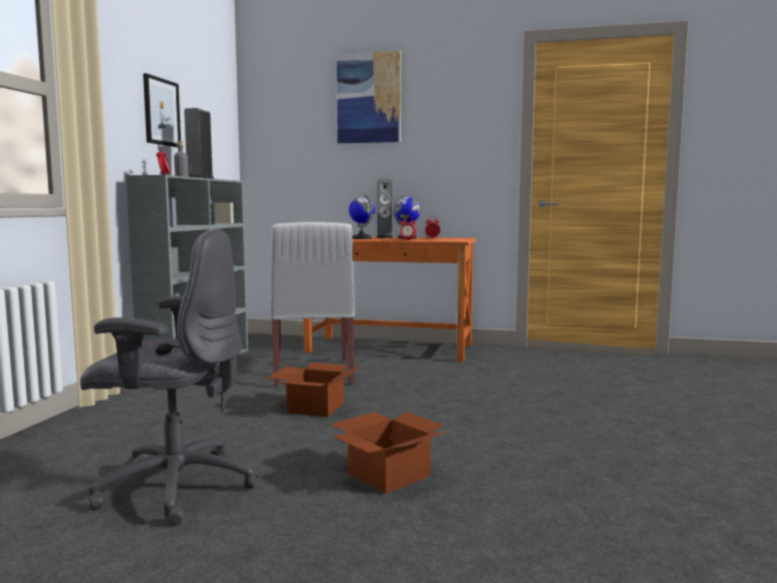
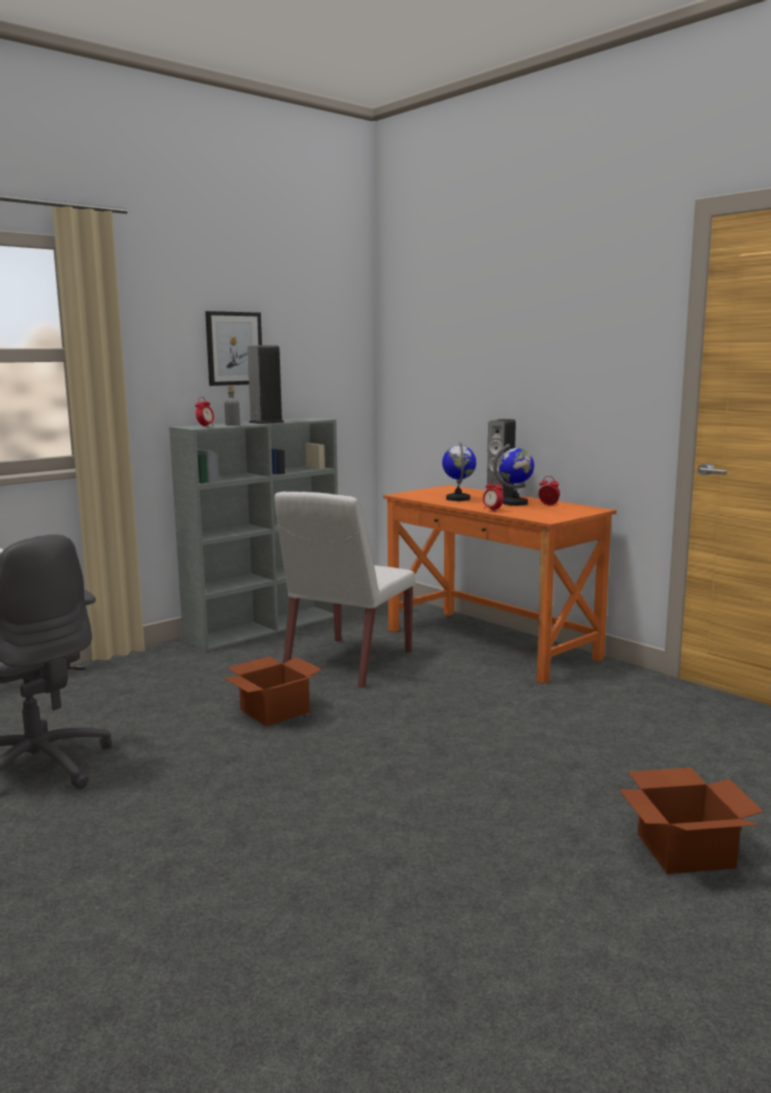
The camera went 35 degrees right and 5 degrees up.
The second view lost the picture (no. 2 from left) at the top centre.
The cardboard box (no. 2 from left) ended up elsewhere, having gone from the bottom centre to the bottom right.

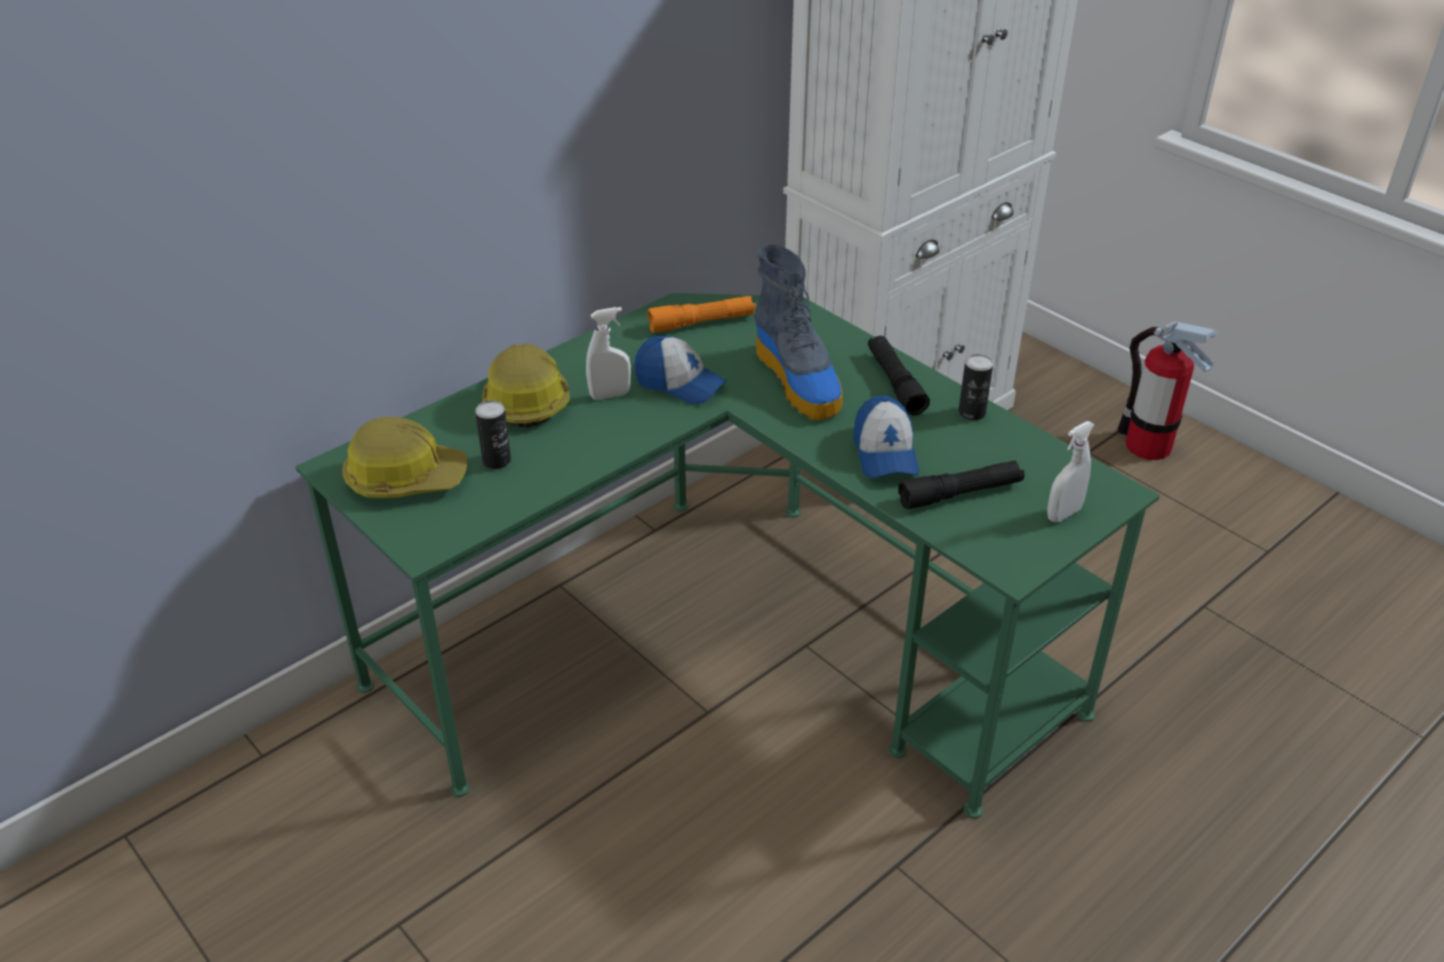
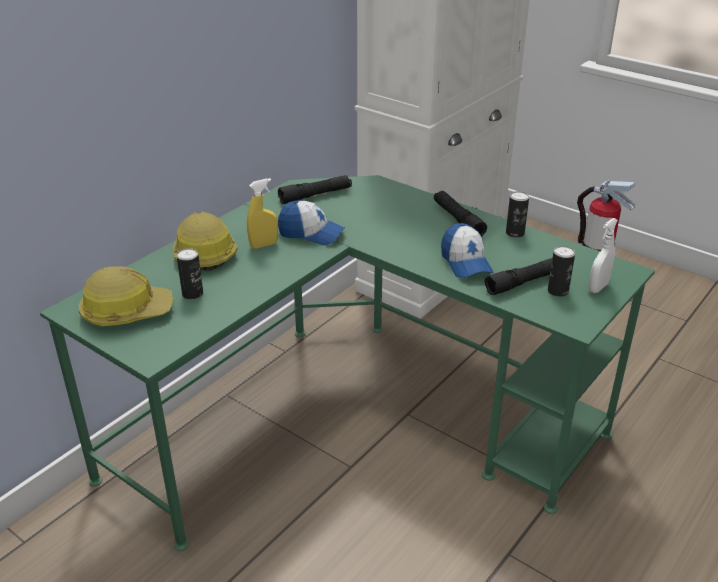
The camera went 10 degrees left and 5 degrees down.
The second view lost the boot at the centre.
The second view gained the can (no. 3 from left) at the middle right.
What was the white spray bottle (no. 1 from left) at the centre turned into the yellow spray bottle at the centre.
What was the orange flashlight at the top centre turned into the black flashlight (no. 1 from left) at the top centre.

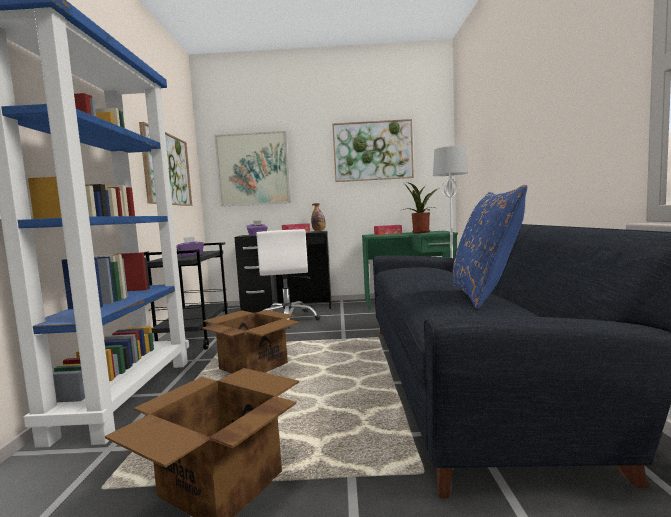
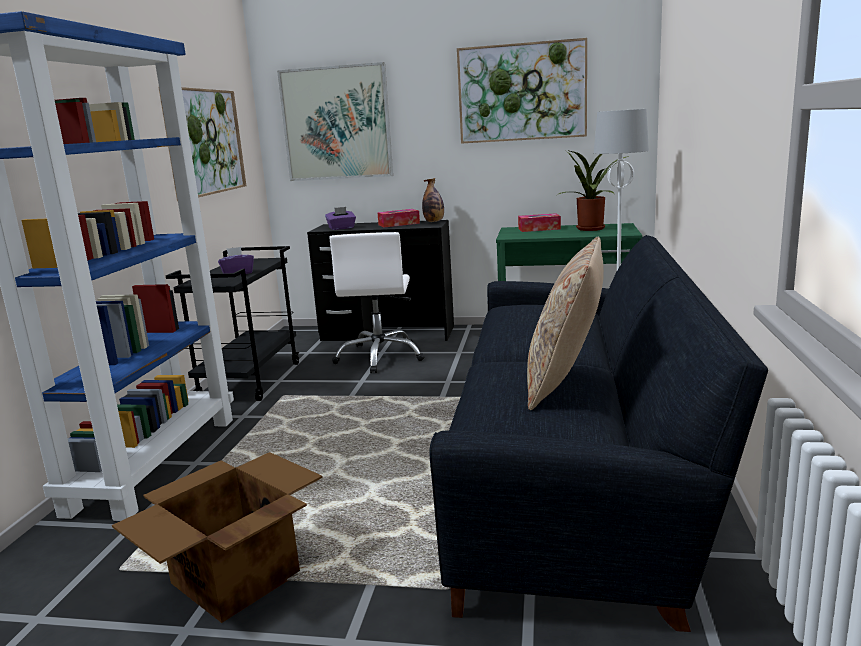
The camera went 10 degrees right and 10 degrees up.
The second view lost the cardboard box (no. 2 from left) at the centre.
What was the blue pillow at the middle right turned into the beige pillow at the centre.

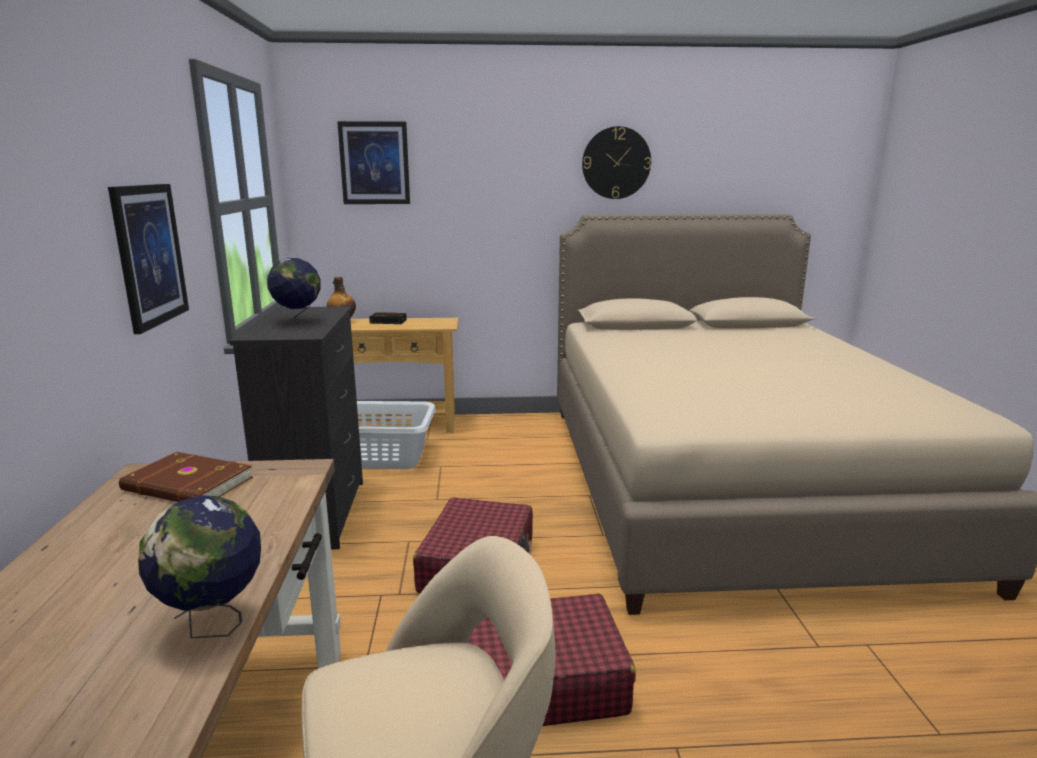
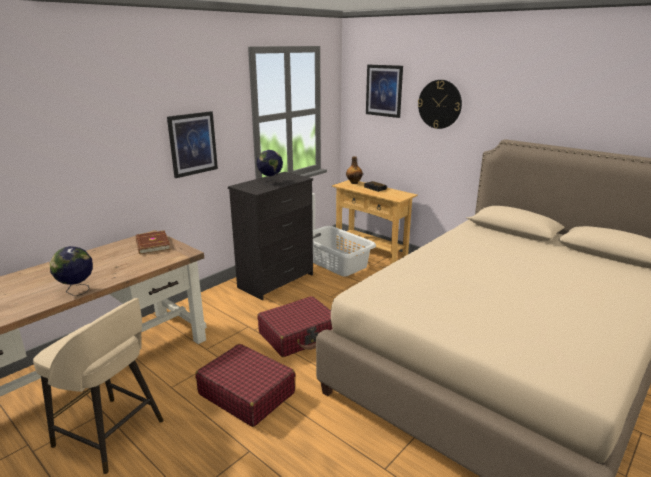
The camera went 45 degrees right and 5 degrees up.
The wall clock ended up elsewhere, having gone from the top centre to the top right.

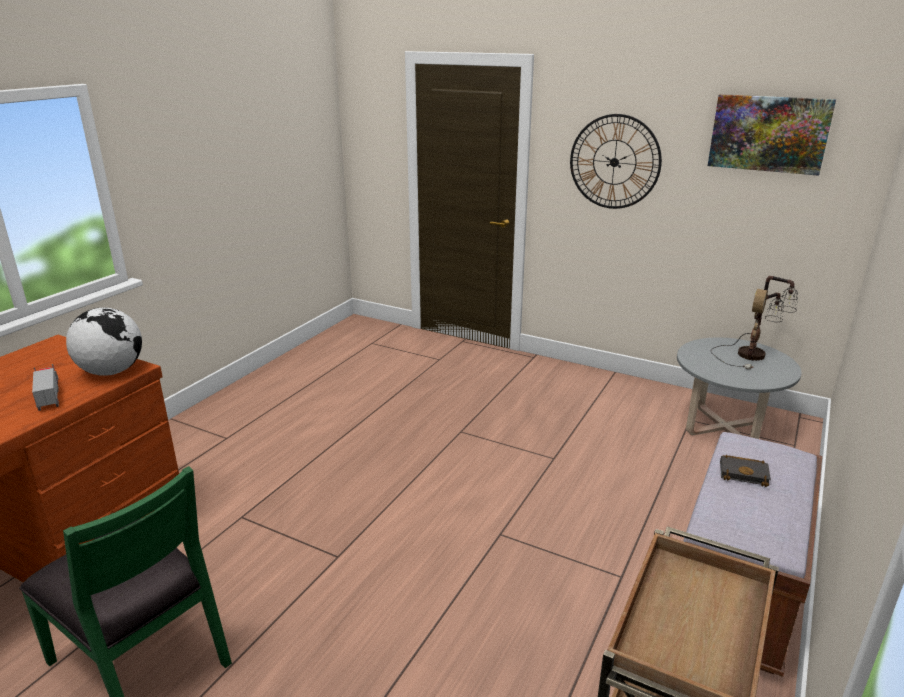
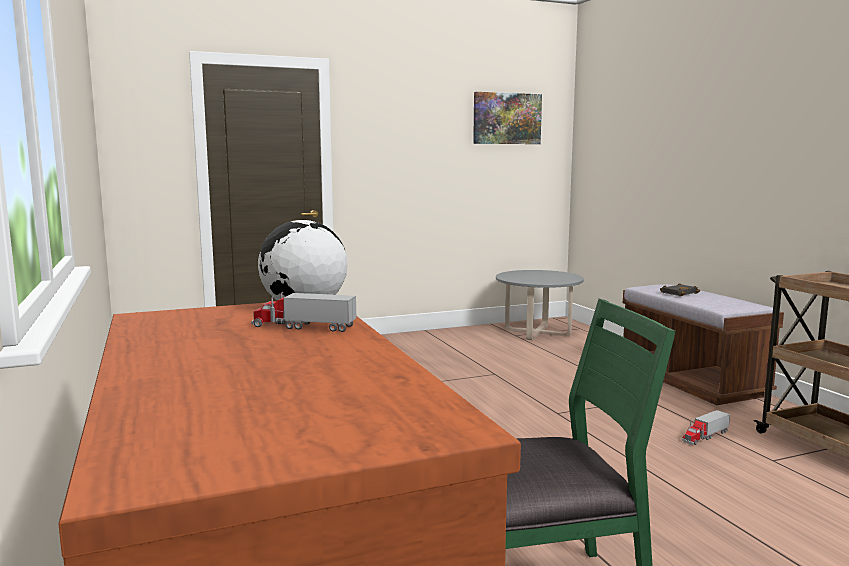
The camera went 50 degrees left and 15 degrees down.
The second view lost the wall clock at the top right.
The second view lost the table lamp at the middle right.
The second view gained the toy truck (no. 2 from left) at the bottom right.

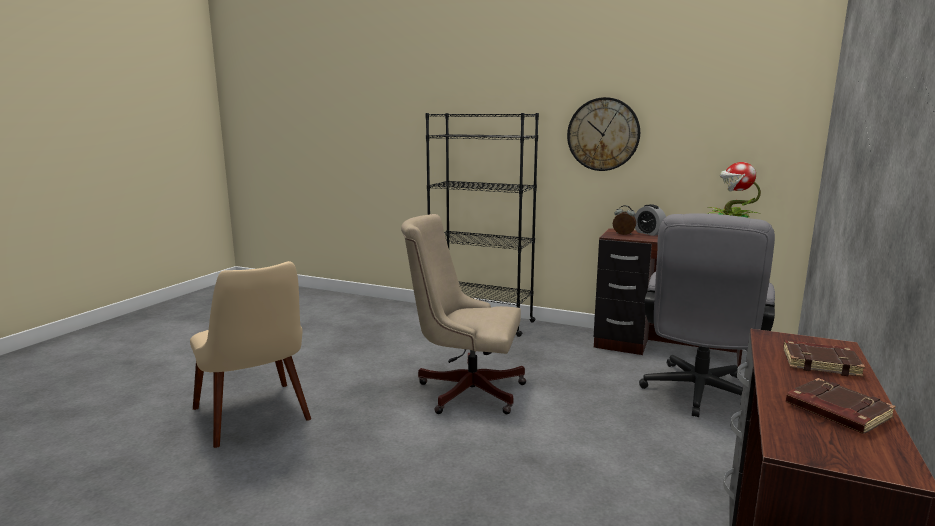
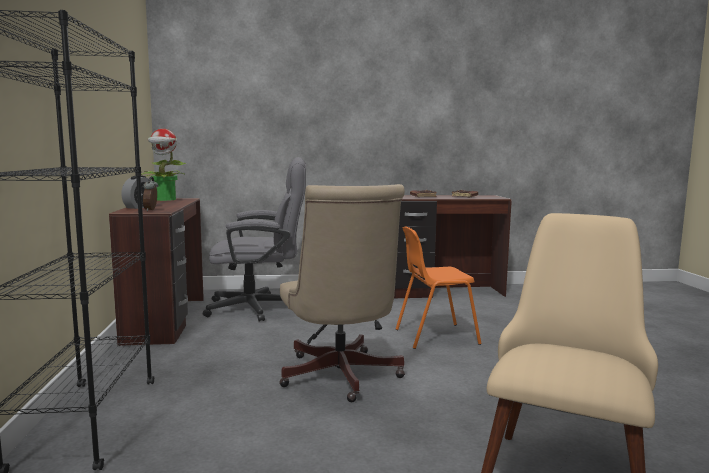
The camera went 120 degrees left and 5 degrees down.
The second view lost the wall clock at the top centre.
The second view gained the orange chair at the centre.

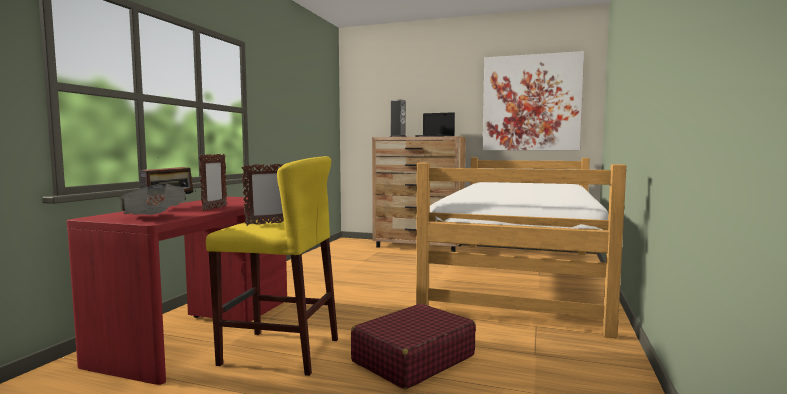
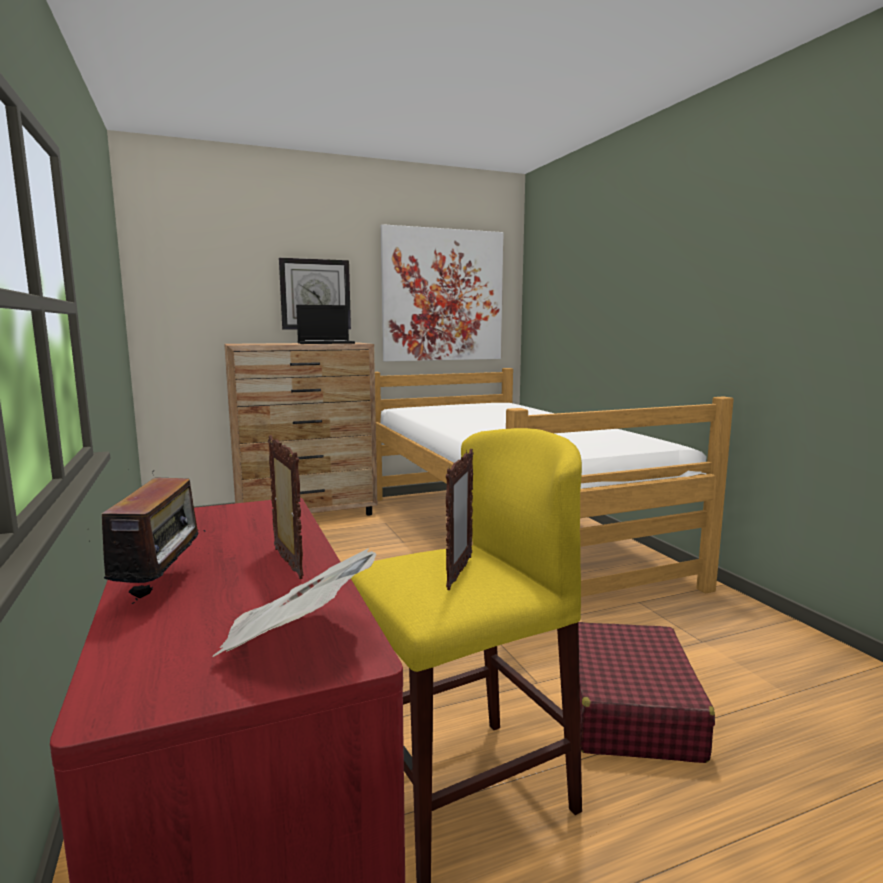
The camera went 40 degrees left and 5 degrees up.
The second view lost the speaker at the top centre.
The second view gained the wall clock at the top centre.

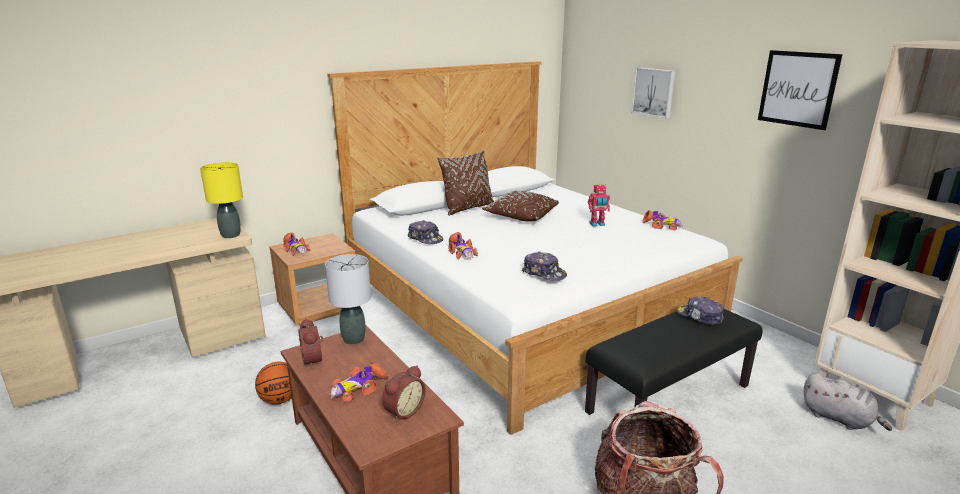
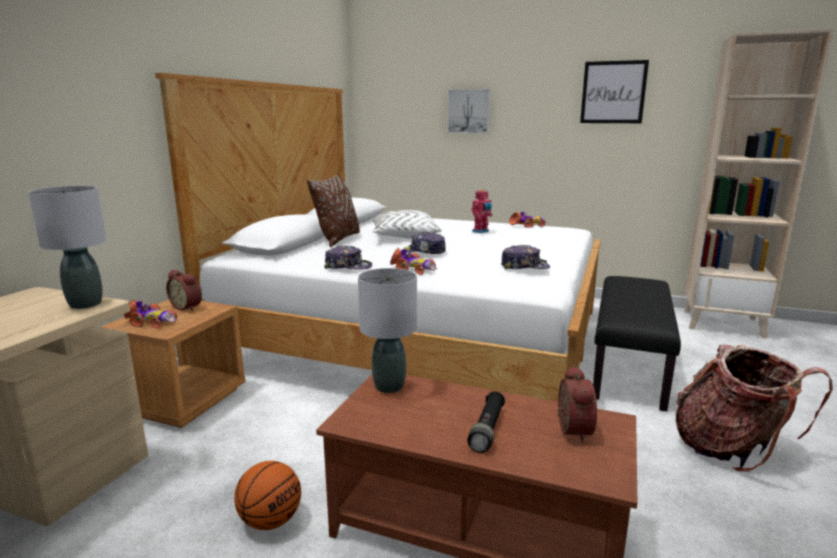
The camera went 35 degrees left and 5 degrees down.
The second view lost the grey plush toy at the bottom right.
The alarm clock (no. 1 from left) ended up elsewhere, having gone from the bottom left to the middle left.
The cap (no. 3 from left in the first image) ended up elsewhere, having gone from the middle right to the centre.
Where the toy car (no. 2 from left) stood at the bottom centre, the black flashlight came to stand at the bottom centre.
What was the yellow table lamp at the middle left turned into the grey table lamp (no. 1 from left) at the middle left.
What was the brown pillow (no. 2 from left) at the centre turned into the white pillow at the centre.

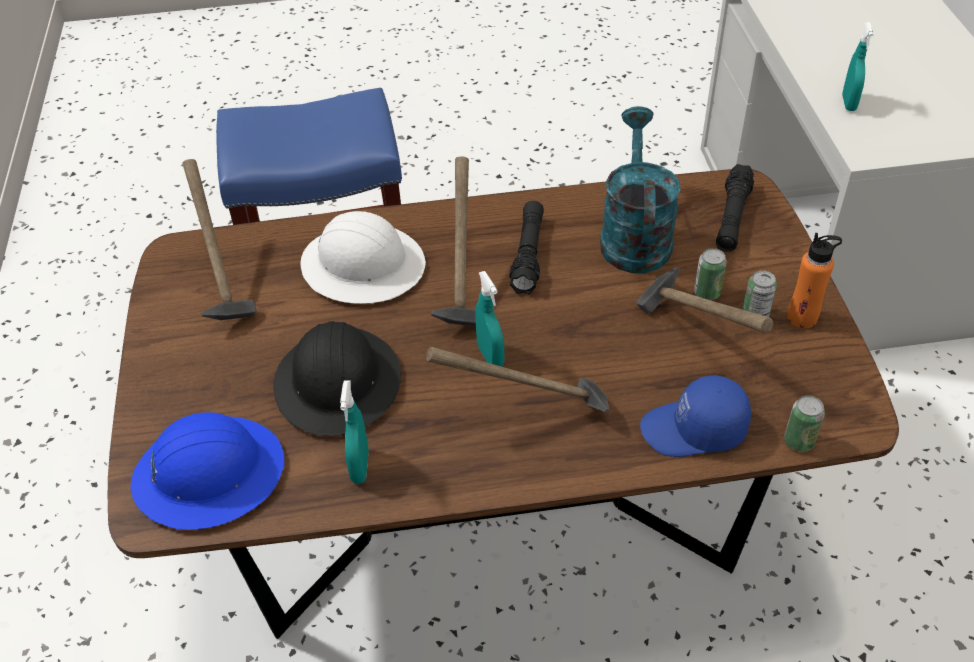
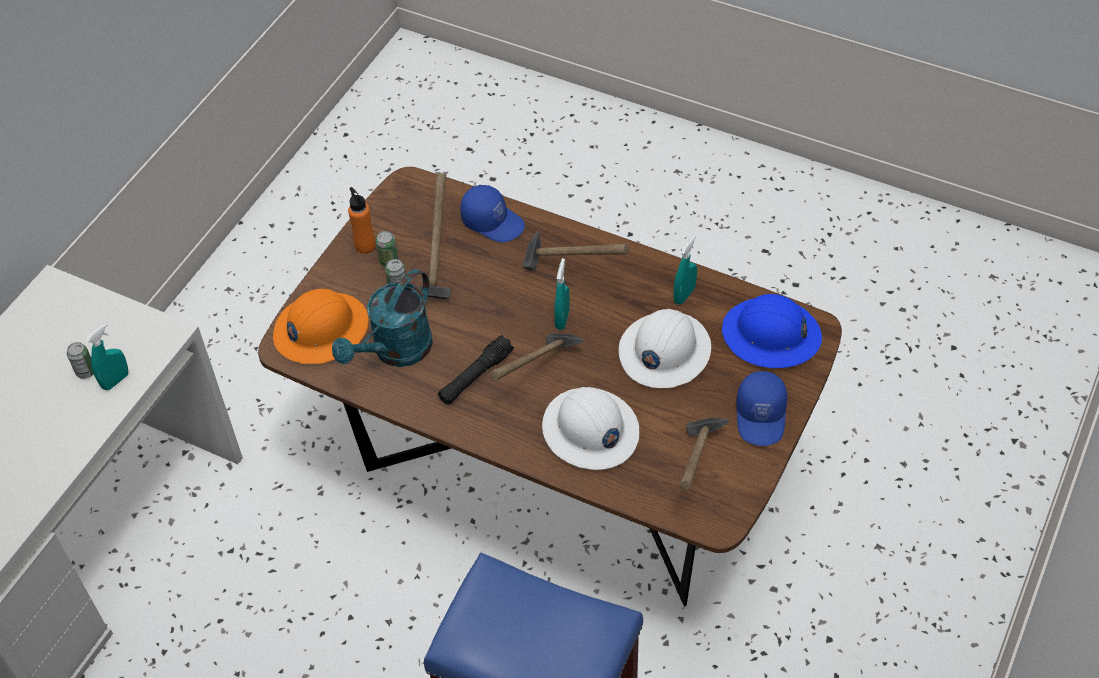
The camera went 145 degrees left and 5 degrees up.
The second view gained the blue cap (no. 2 from left) at the middle right.
The can (no. 3 from left in the first image) ended up elsewhere, having gone from the middle right to the middle left.
Where the black flashlight (no. 2 from left) stood at the top right, the orange hard hat came to stand at the middle left.
What was the black hard hat at the centre turned into the white hard hat (no. 2 from left) at the centre.

